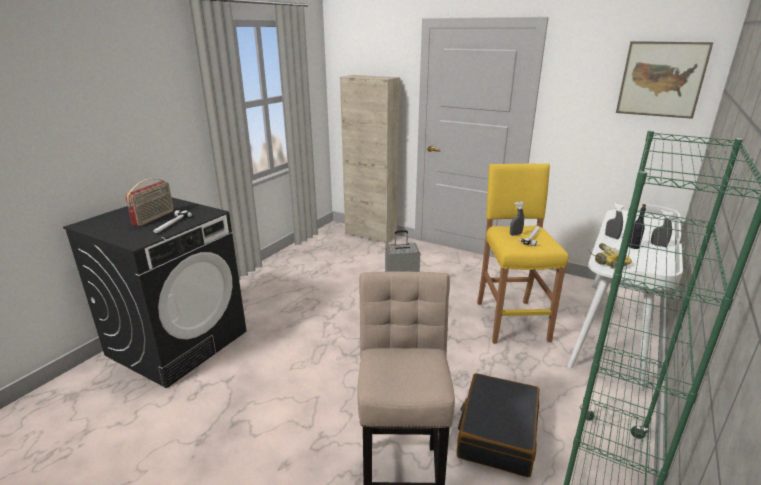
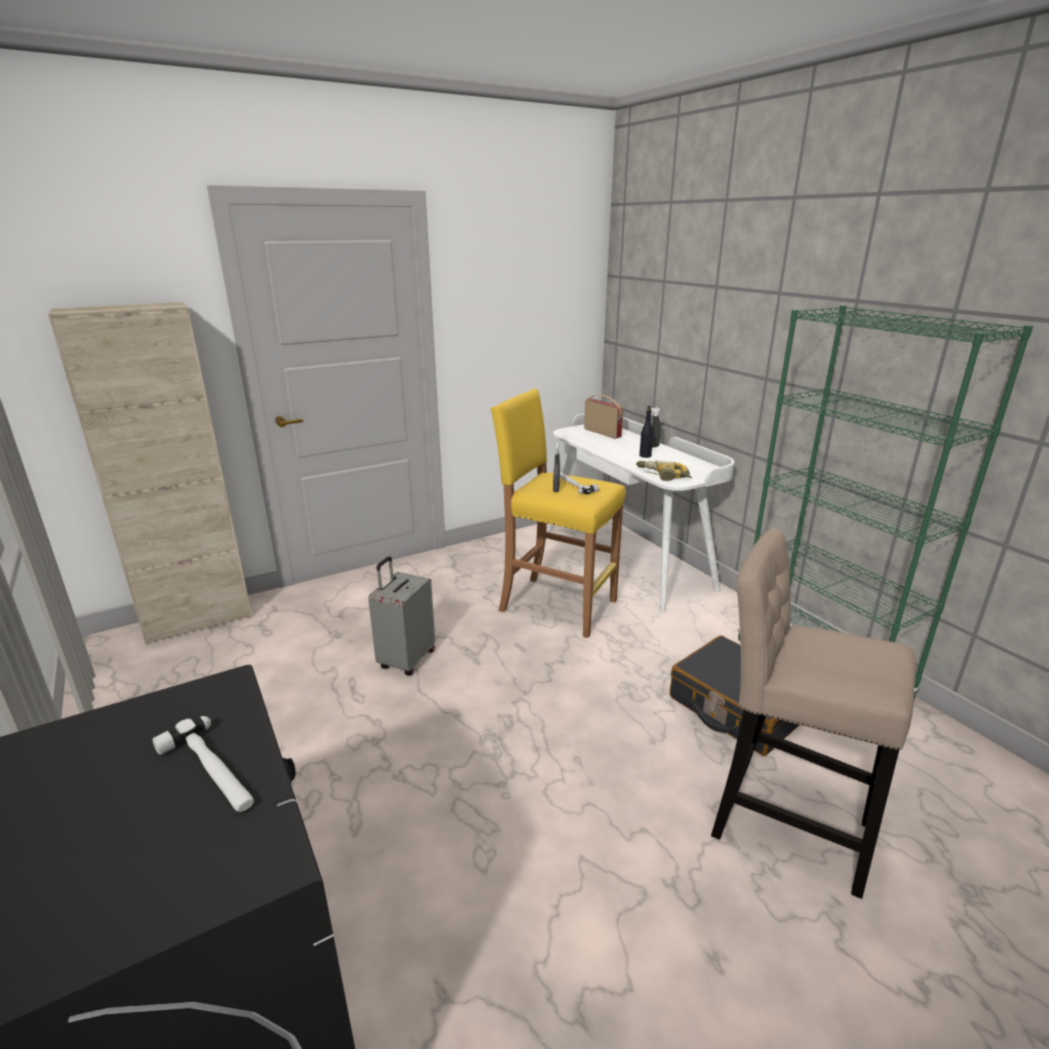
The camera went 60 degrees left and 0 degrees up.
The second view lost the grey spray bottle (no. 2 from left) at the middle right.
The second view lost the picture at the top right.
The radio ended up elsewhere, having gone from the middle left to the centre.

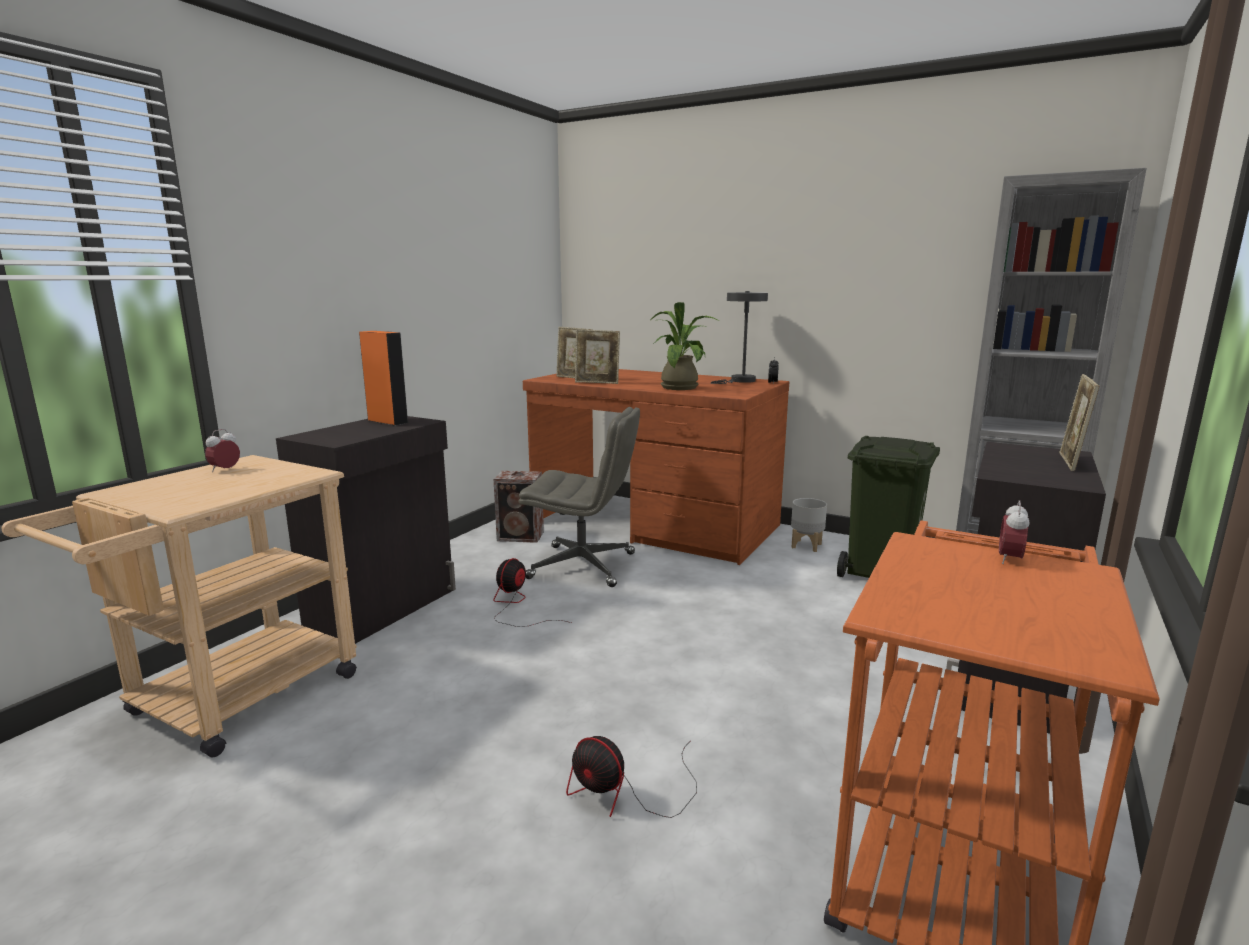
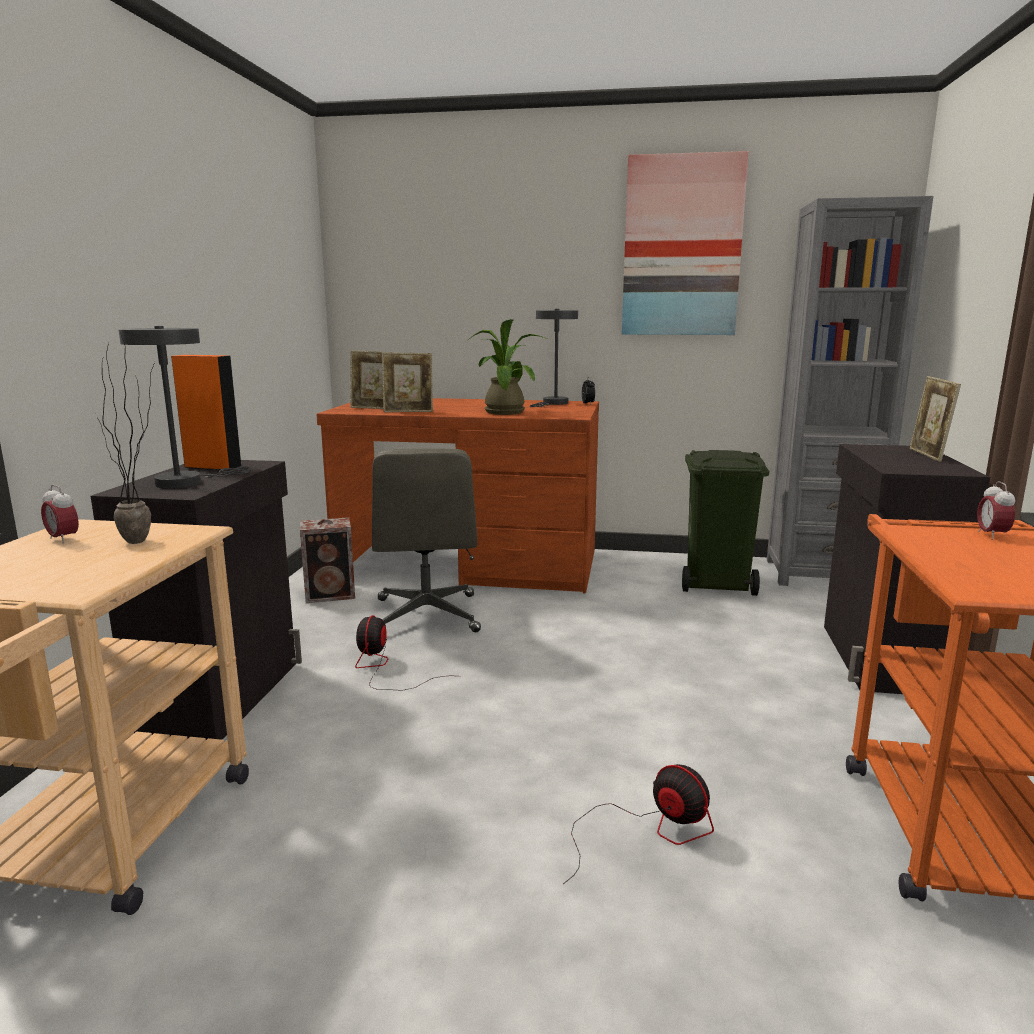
The camera went 20 degrees left and 0 degrees up.
The second view lost the grey planter at the centre.
The second view gained the potted plant (no. 1 from left) at the middle left.
The second view gained the grey table lamp (no. 1 from left) at the middle left.
The second view gained the picture at the top centre.
The alarm clock (no. 1 from left) at the middle left ended up facing another way, 60 degrees counterclockwise from before.
The grey office chair at the centre ended up facing another way, 90 degrees clockwise from before.
The fan (no. 2 from left) at the bottom centre ended up facing another way, 150 degrees counterclockwise from before.

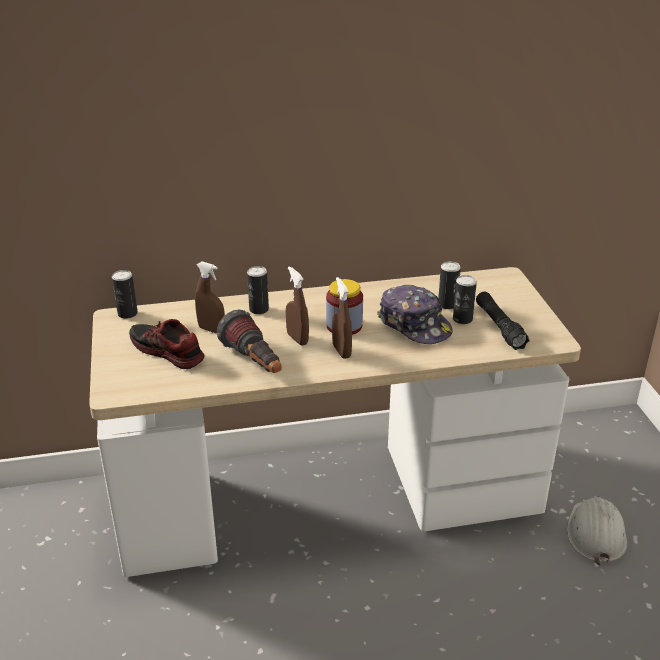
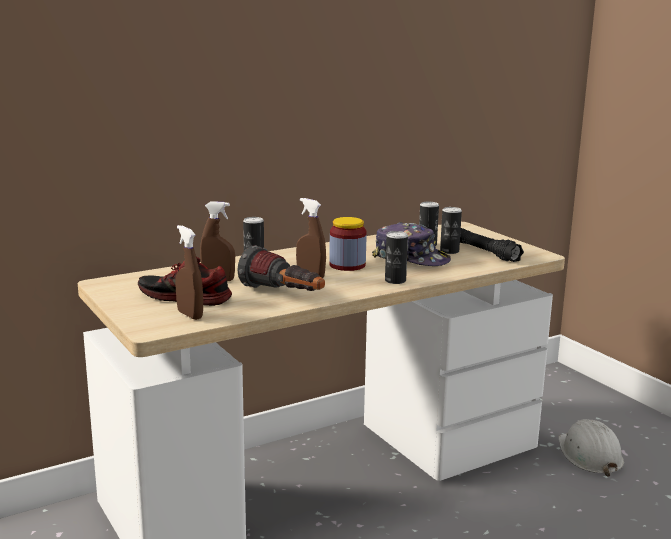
The camera went 20 degrees left and 15 degrees down.
The can (no. 1 from left in the first image) ended up elsewhere, having gone from the middle left to the centre.
The brown spray bottle (no. 3 from left in the first image) ended up elsewhere, having gone from the centre to the middle left.

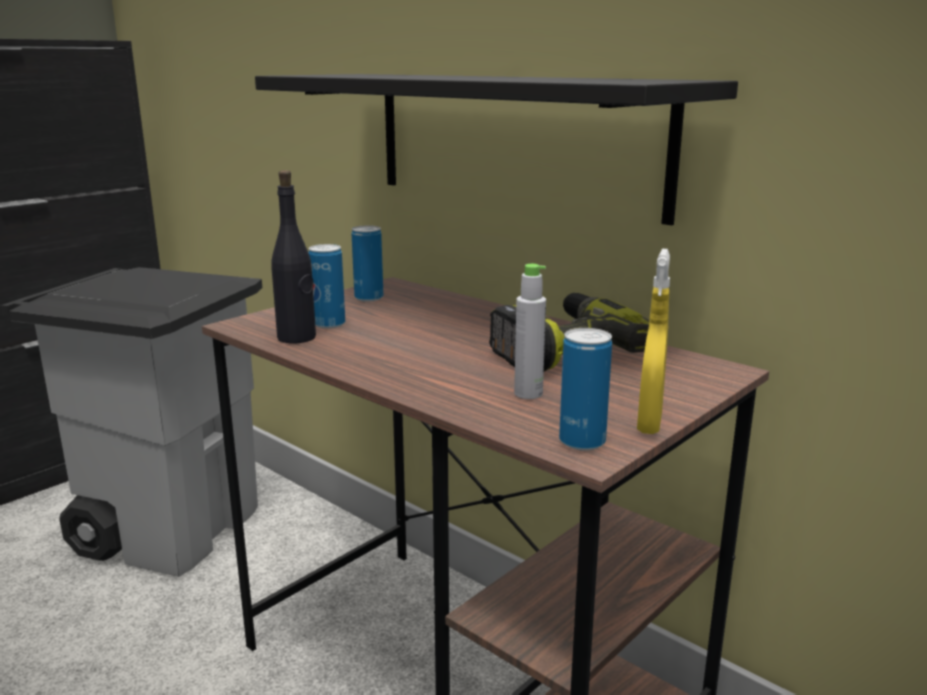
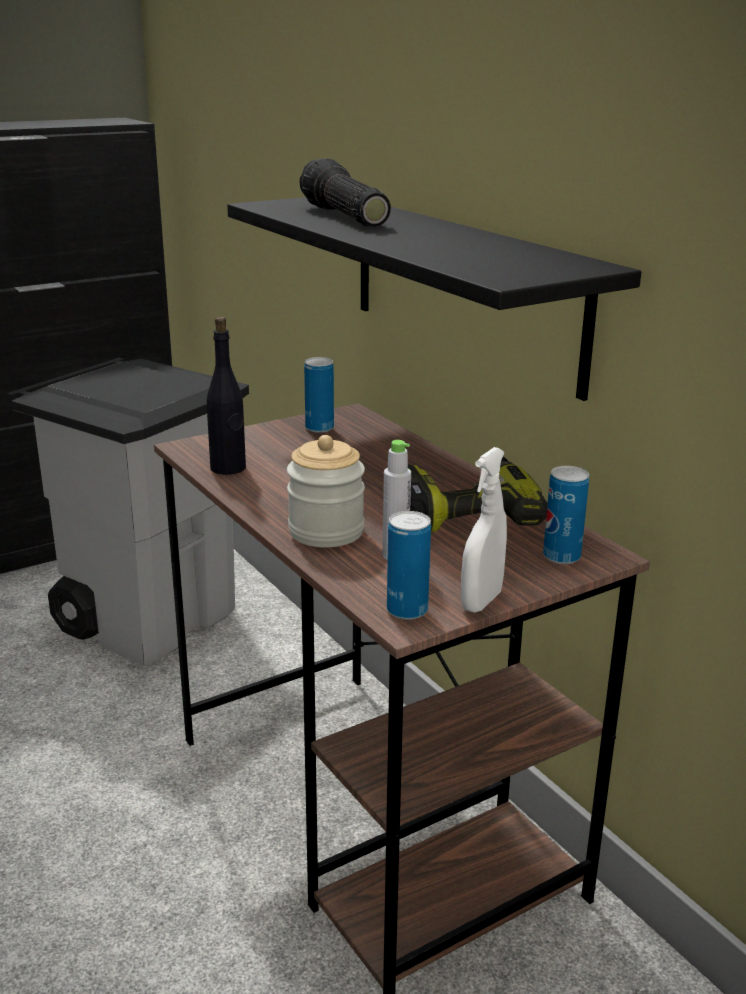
The camera went 15 degrees right and 5 degrees up.
The second view gained the jar at the centre.
The second view gained the flashlight at the top centre.
The can (no. 1 from left in the first image) ended up elsewhere, having gone from the centre to the middle right.
What was the yellow spray bottle at the middle right turned into the white spray bottle at the centre.

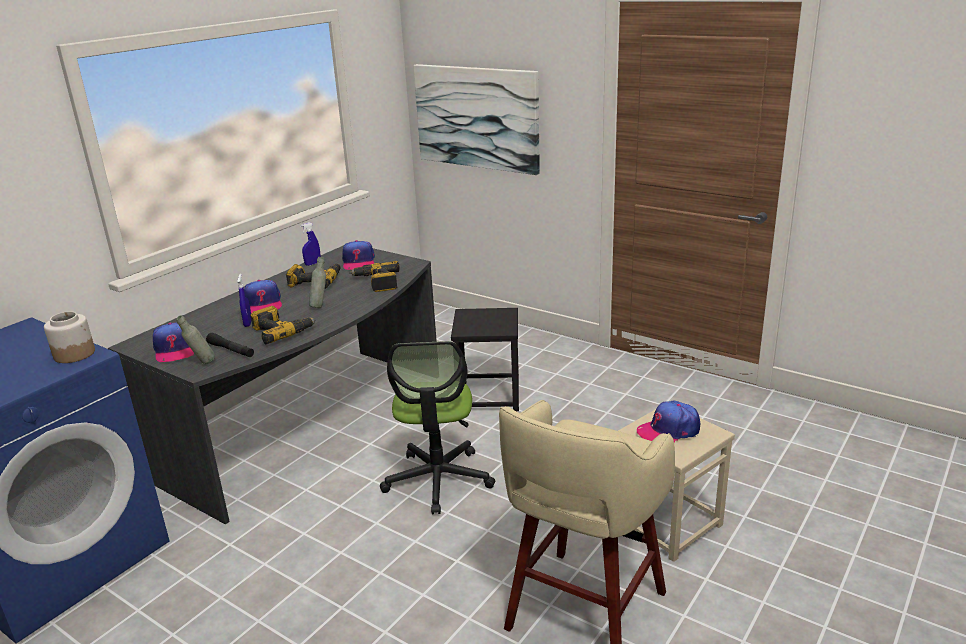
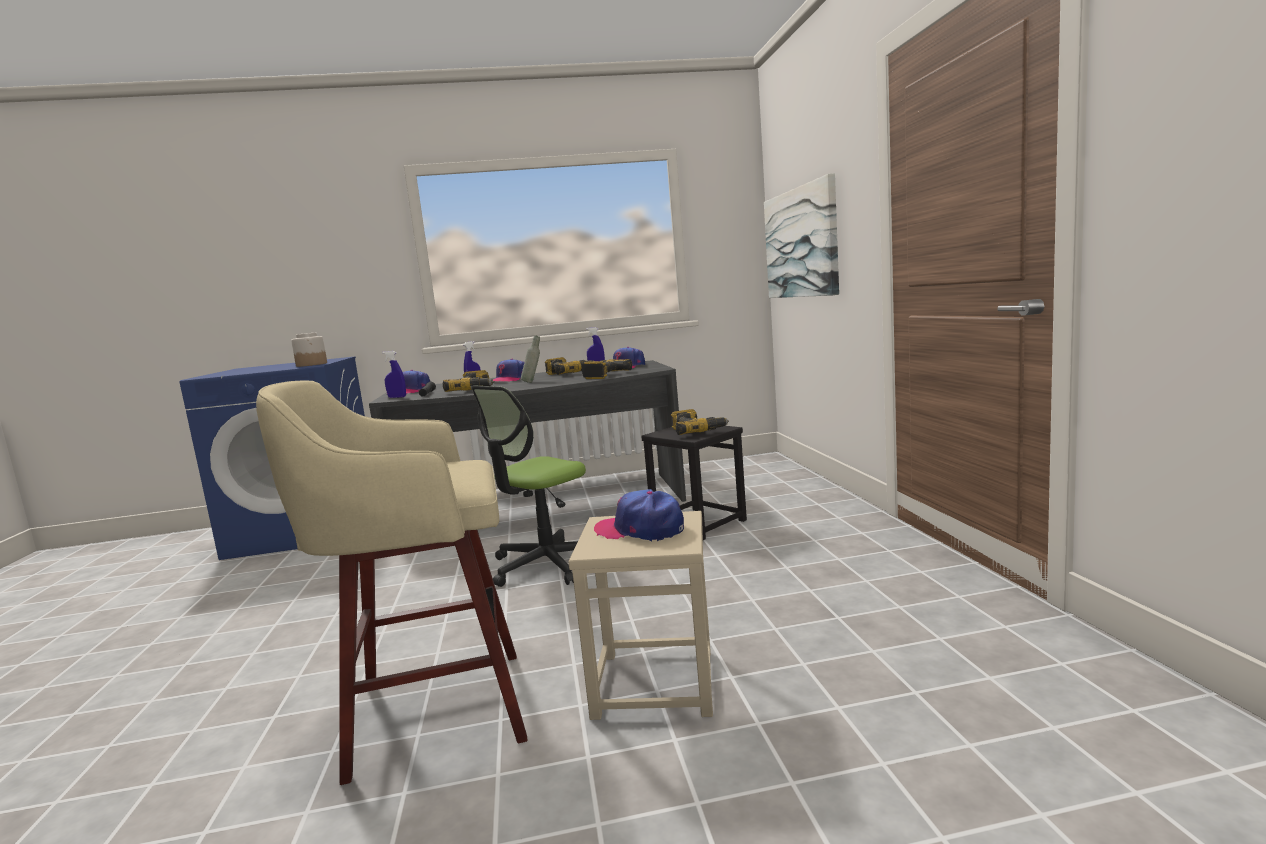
The camera went 45 degrees right and 15 degrees down.
The second view gained the power drill (no. 4 from left) at the centre.
Where the grey bottle (no. 1 from left) stood at the middle left, the blue spray bottle (no. 1 from left) came to stand at the middle left.

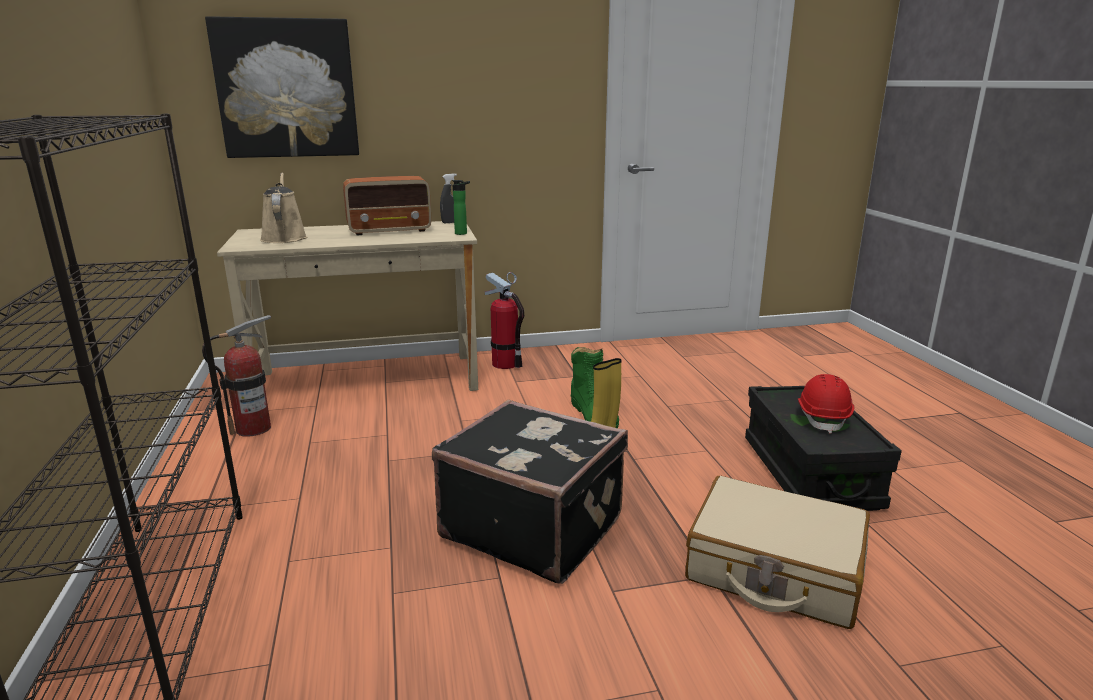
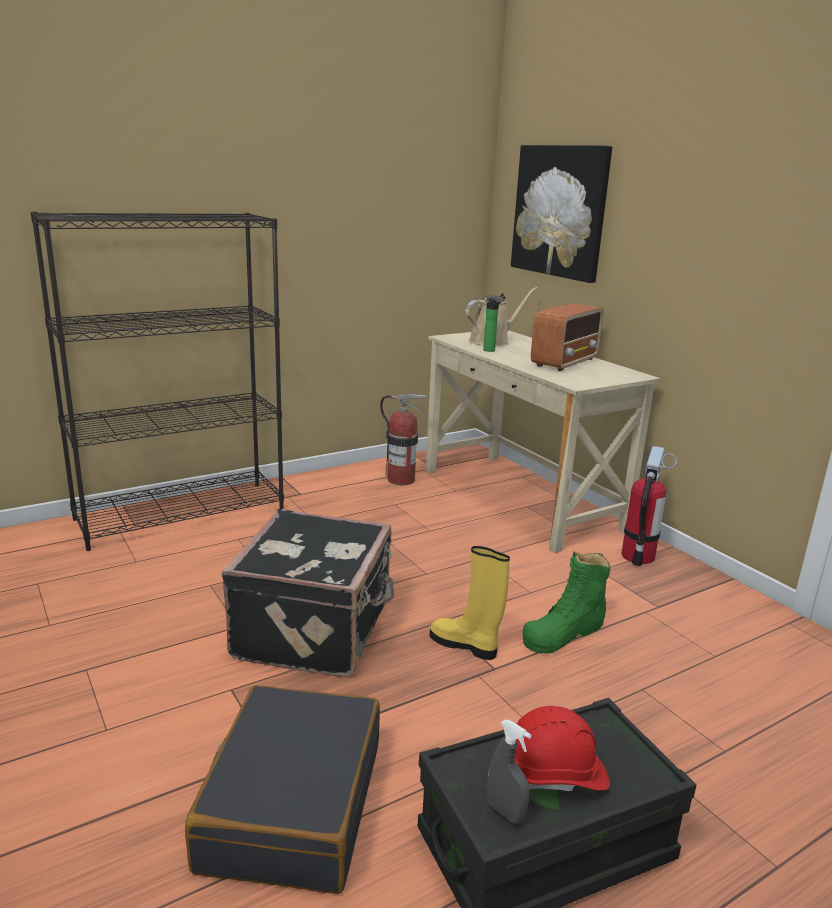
The camera went 70 degrees right and 0 degrees up.
The grey spray bottle ended up elsewhere, having gone from the top centre to the bottom centre.
The bottle ended up elsewhere, having gone from the top centre to the centre.
What was the beige suitcase at the bottom right turned into the black suitcase (no. 1 from left) at the bottom centre.
The radio at the top centre ended up facing another way, 105 degrees counterclockwise from before.

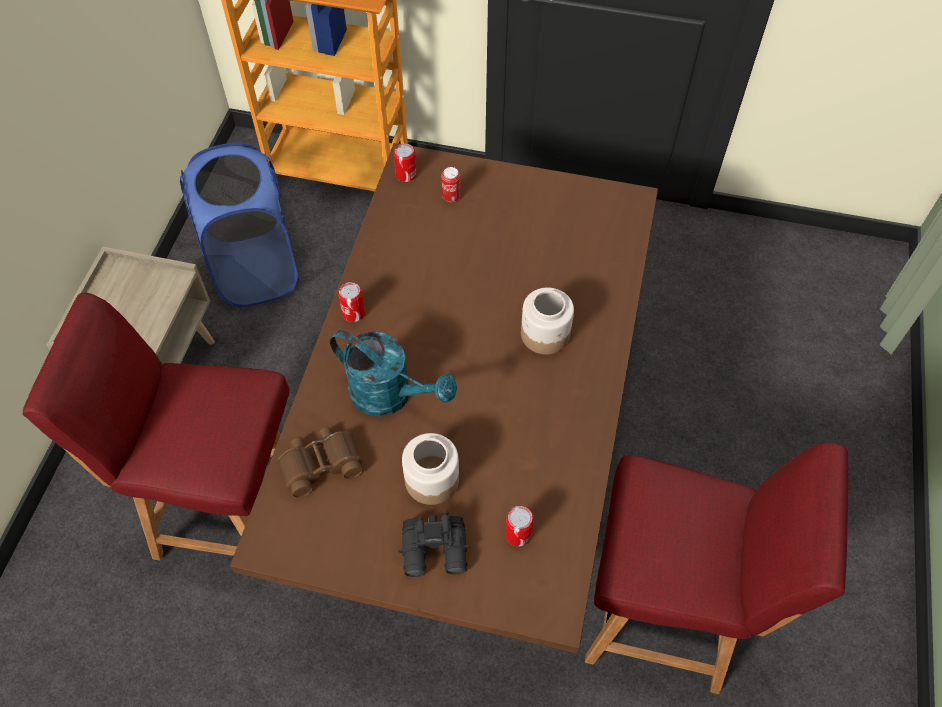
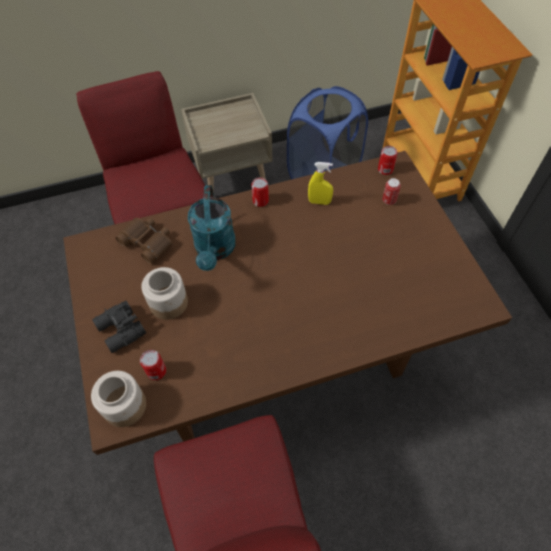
The camera went 60 degrees right and 0 degrees up.
The second view gained the yellow spray bottle at the top centre.
The jar (no. 2 from left in the first image) ended up elsewhere, having gone from the centre to the bottom left.

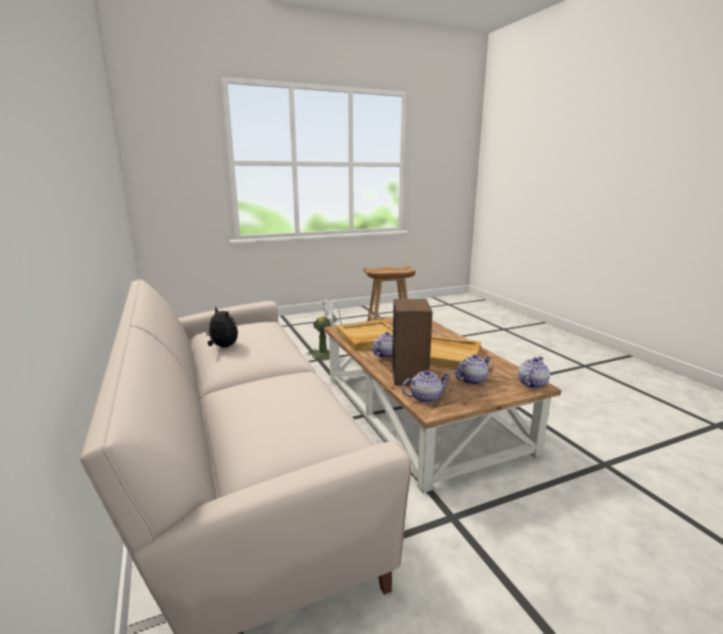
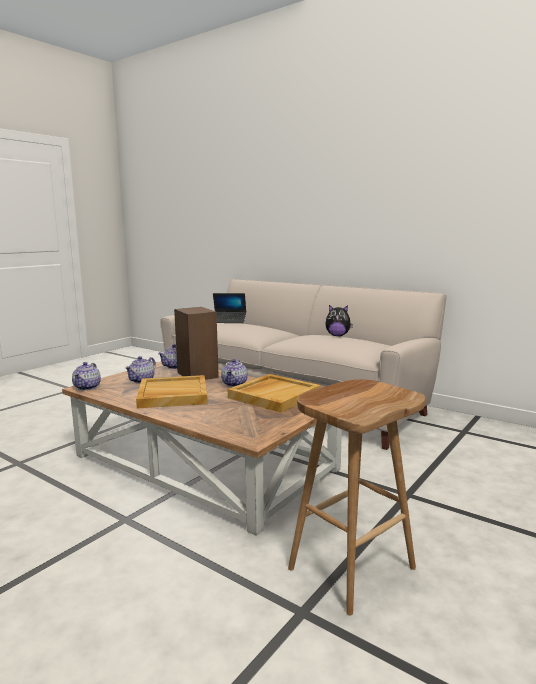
The camera went 150 degrees right and 5 degrees down.
The second view lost the white fan at the centre.
The second view gained the laptop at the centre.

